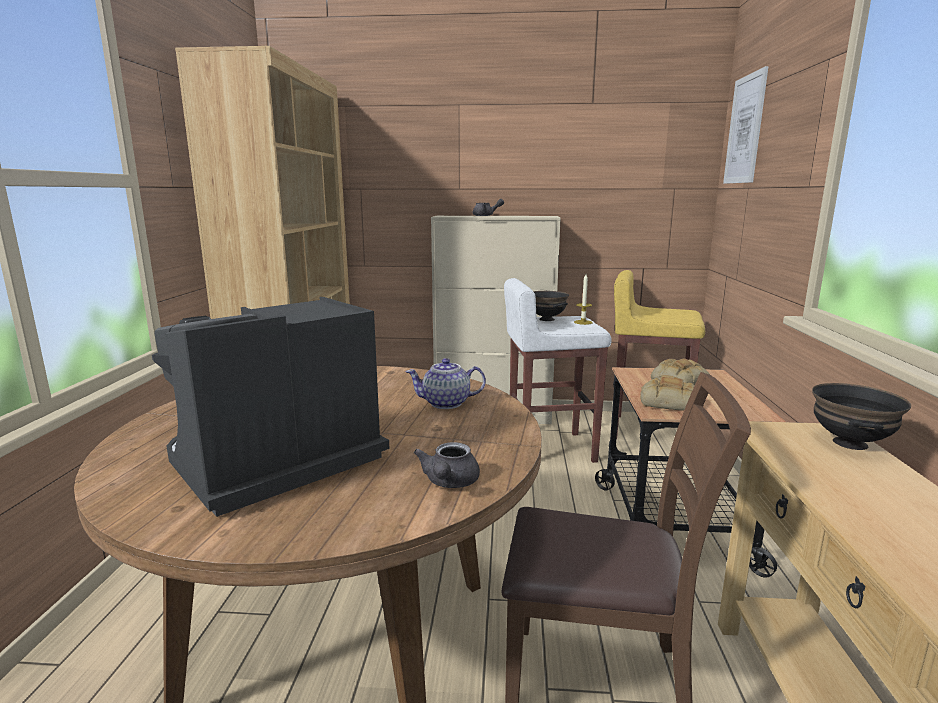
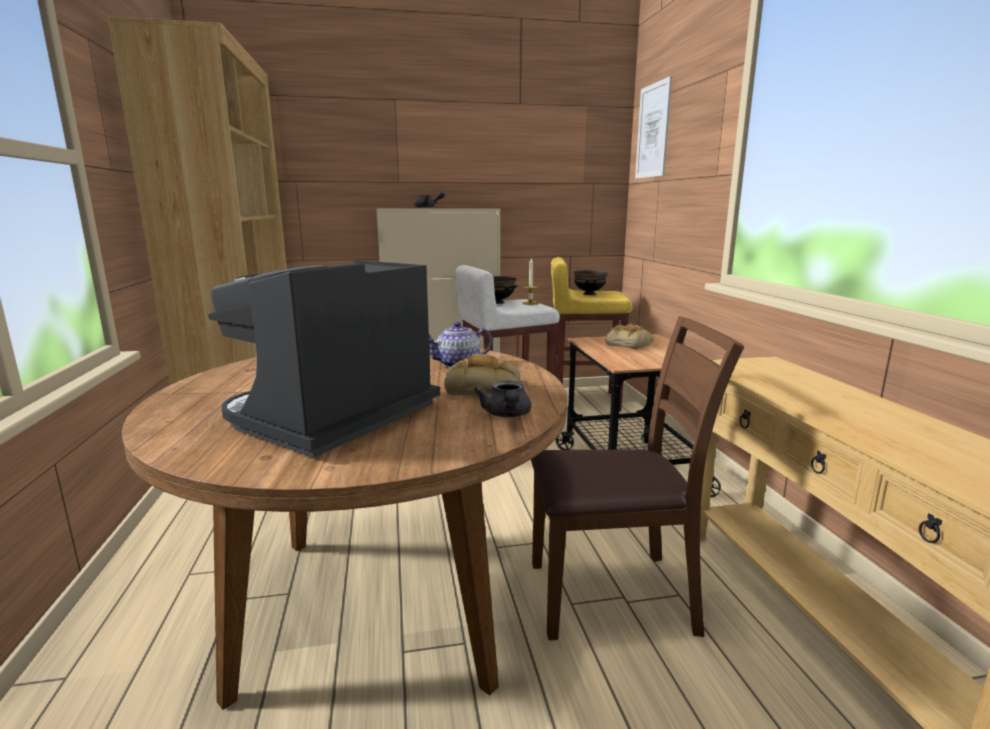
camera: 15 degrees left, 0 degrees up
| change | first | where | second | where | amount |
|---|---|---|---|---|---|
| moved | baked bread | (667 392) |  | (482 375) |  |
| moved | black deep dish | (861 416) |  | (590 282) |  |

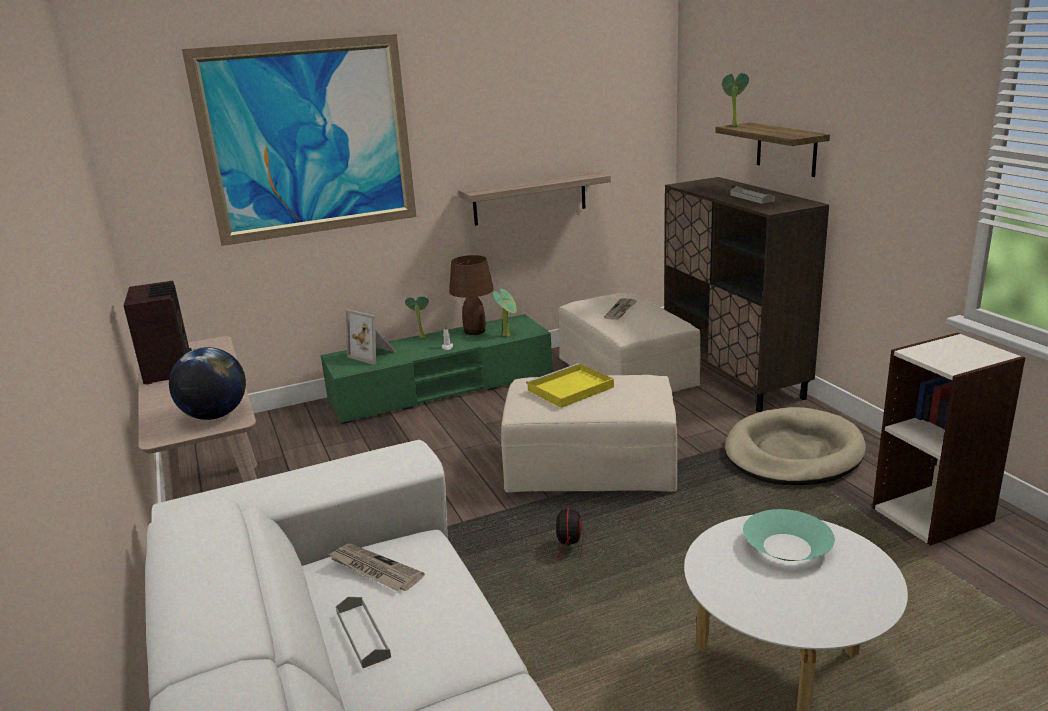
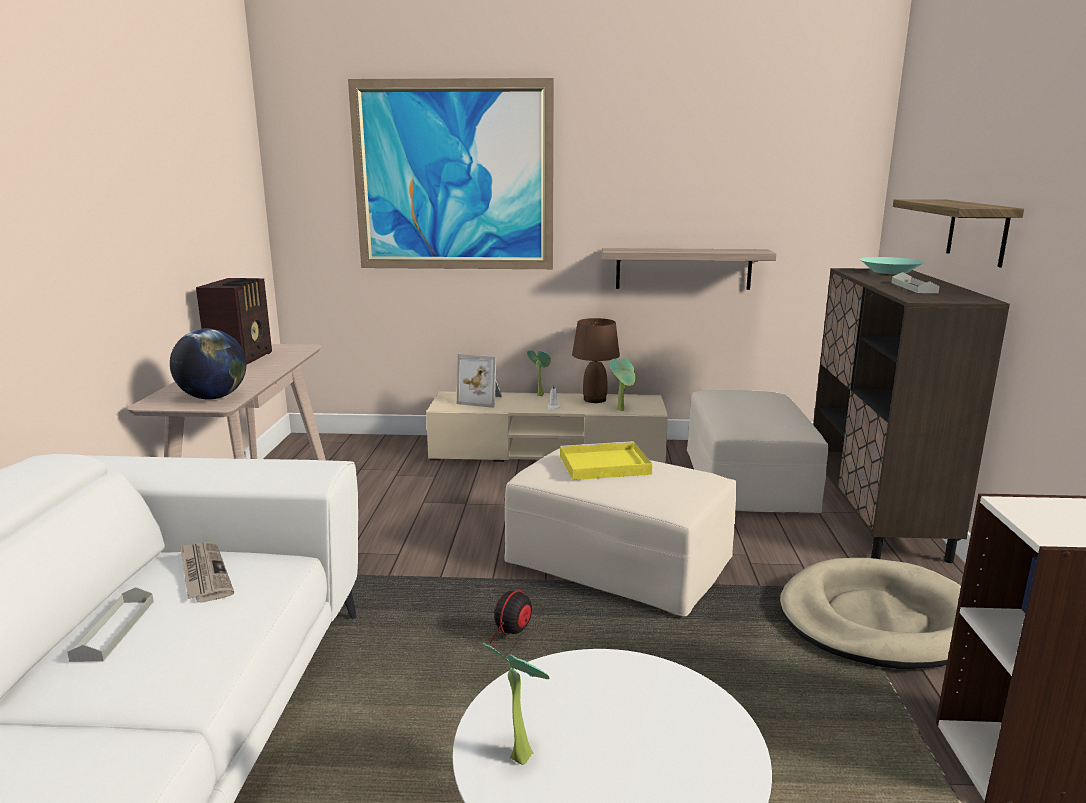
camera: 25 degrees right, 5 degrees down
| change | first | where | second | where | amount |
|---|---|---|---|---|---|
| moved | houseplant | (735 99) |  | (516 704) |  |
| removed | daily paper | (620 309) |  |  |  |
| turned | photo frame | (371 337) |  | (479 381) | 45 degrees counterclockwise |
| recoloured | green tv unit | (437 369) | beige tv unit | (547 427) |  |
| moved | turquoise-coloured deep dish | (789 535) |  | (892 265) |  |

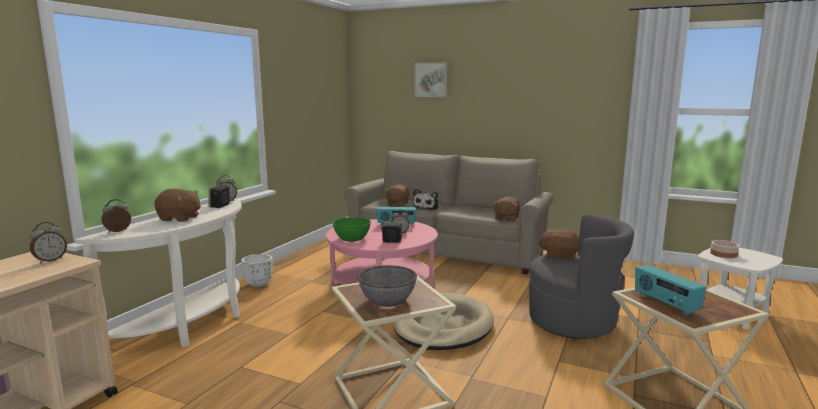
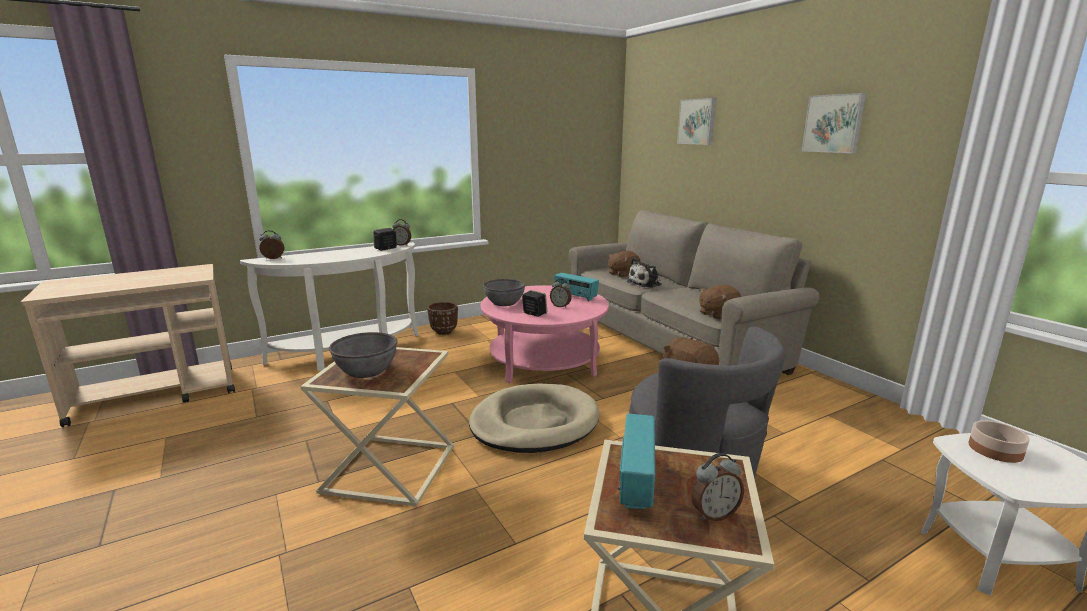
camera: 35 degrees right, 5 degrees up
| change | first | where | second | where | amount |
|---|---|---|---|---|---|
| removed | brown plush toy | (177 205) |  |  |  |
| recoloured | green deep dish | (351 229) | gray deep dish | (504 292) |  |
| moved | alarm clock | (48 242) |  | (717 487) |  |
| recoloured | whitish planter | (257 270) | brown planter | (442 318) |  |
| added |  |  | wall picture | (834 123) |  |

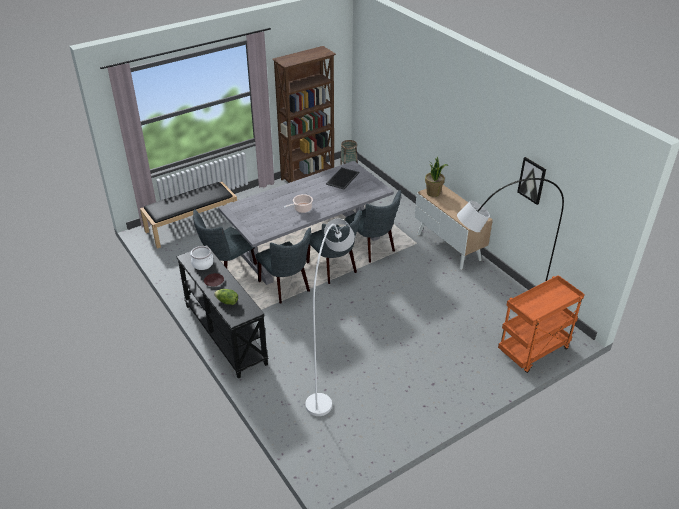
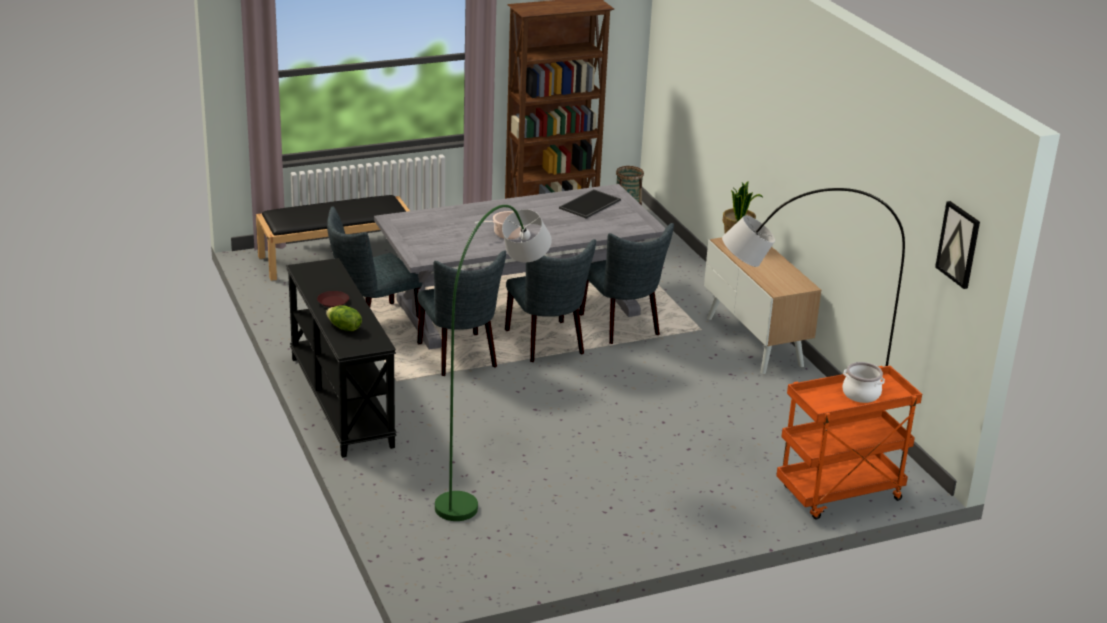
camera: 10 degrees right, 10 degrees down
| change | first | where | second | where | amount |
|---|---|---|---|---|---|
| moved | wall picture | (531 181) |  | (957 245) |  |
| recoloured | whitish floor lamp | (330 317) | green floor lamp | (493 363) |  |
| moved | cooking pot | (202 258) |  | (864 382) |  |

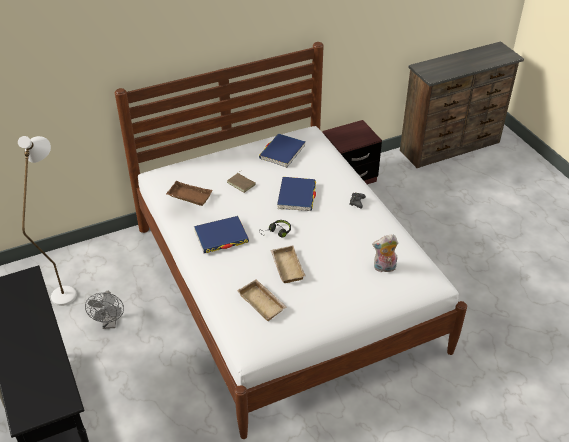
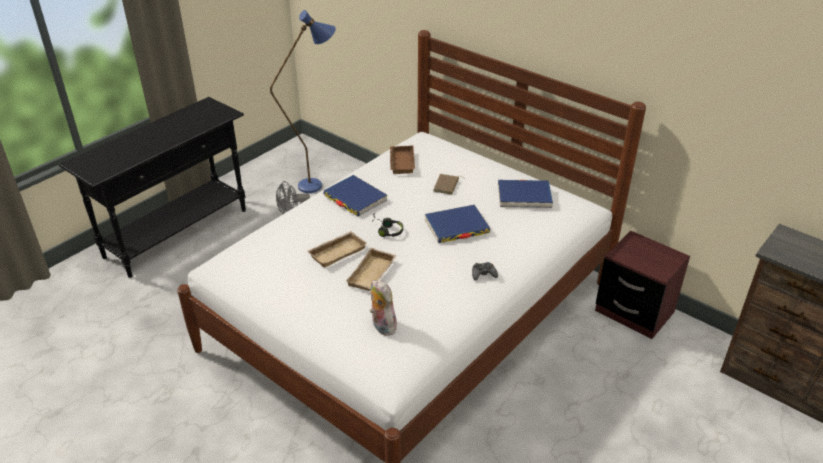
camera: 65 degrees right, 5 degrees down
| change | first | where | second | where | amount |
|---|---|---|---|---|---|
| recoloured | whitish floor lamp | (47 221) | bluish floor lamp | (303 101) |  |
| moved | beige serving tray | (262 300) |  | (371 269) |  |

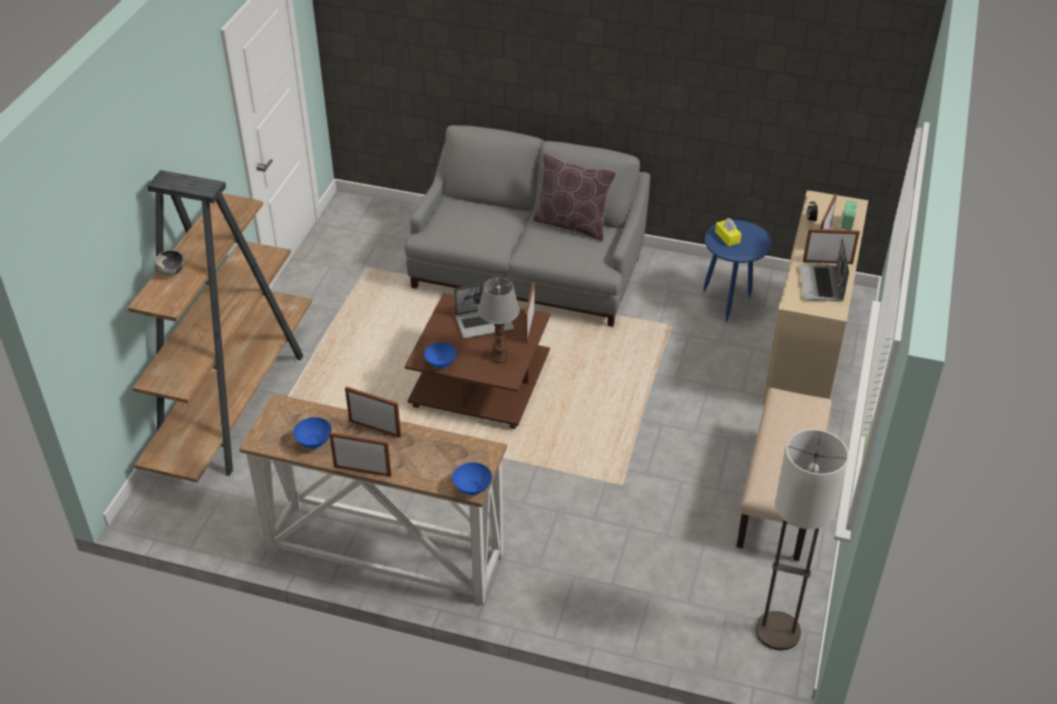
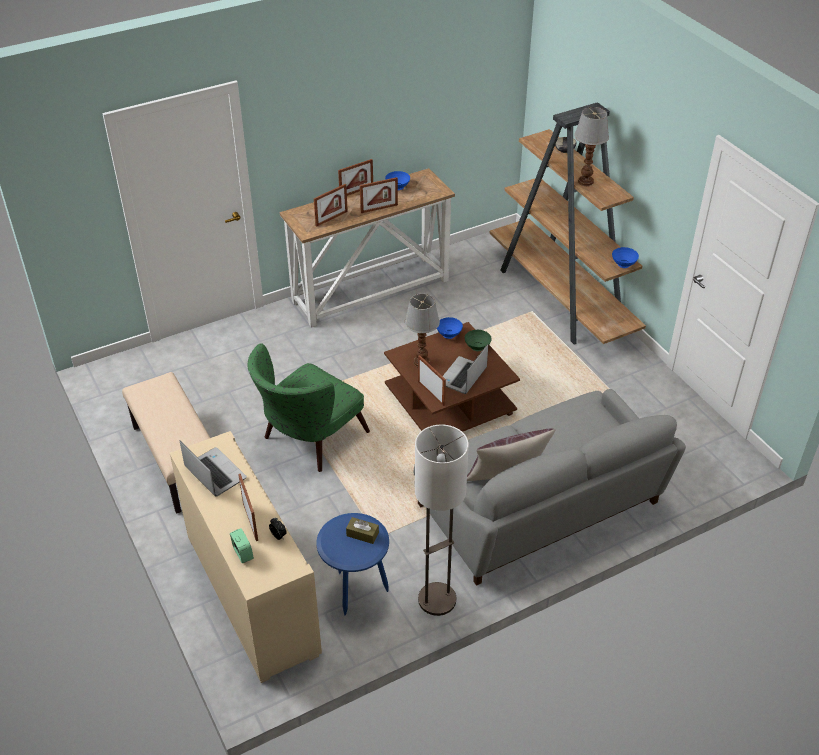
camera: 135 degrees right, 0 degrees up
| change | first | where | second | where | amount |
|---|---|---|---|---|---|
| recoloured | yellow box of tissues | (728 232) | brown box of tissues | (362 530) |  |
| moved | photo frame | (831 246) |  | (331 205) |  |
| moved | floor lamp | (802 539) |  | (442 520) |  |
| moved | bluish deep dish | (472 479) |  | (625 257) |  |
| added |  |  | tabletop lamp | (591 146) |  |
| added |  |  | green deep dish | (478 340) |  |
| added |  |  | green armchair | (309 407) |  |

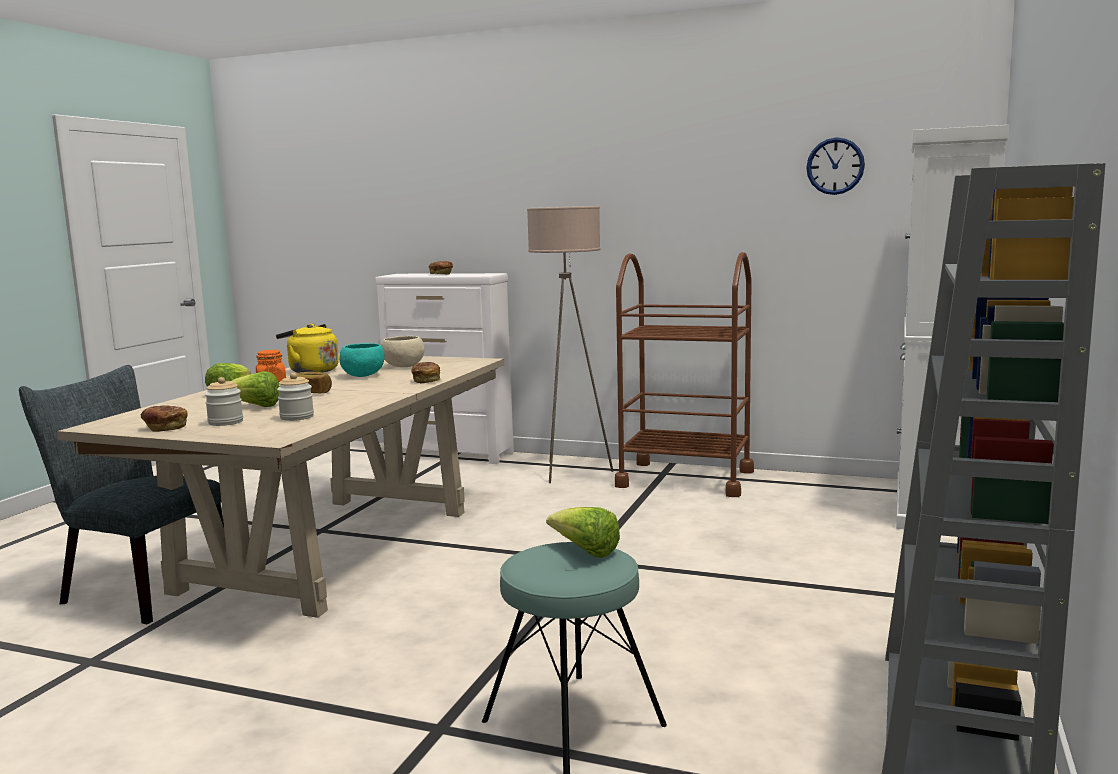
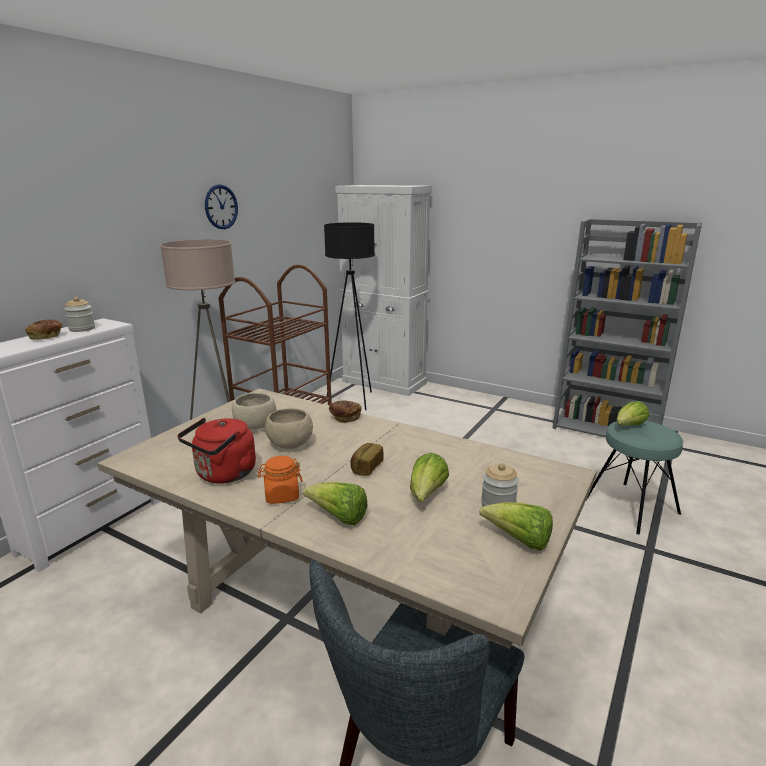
camera: 80 degrees left, 10 degrees up
| change | first | where | second | where | amount |
|---|---|---|---|---|---|
| moved | wall clock | (835 166) |  | (221 206) |  |
| recoloured | yellow water kettle | (307 348) | reddish water kettle | (216 451) |  |
| recoloured | turquoise-coloured deep dish | (362 360) | beige deep dish | (289 428) |  |
| moved | preserve jar | (295 397) |  | (79 314) |  |
| replaced | baked bread | (163 418) | lettuce | (516 526) |  |
| added |  |  | black floor lamp | (349 316) |  |

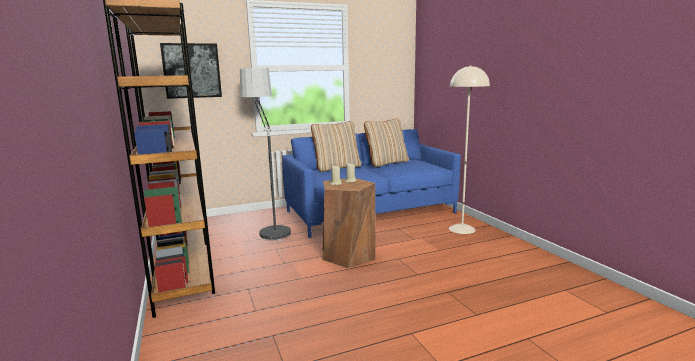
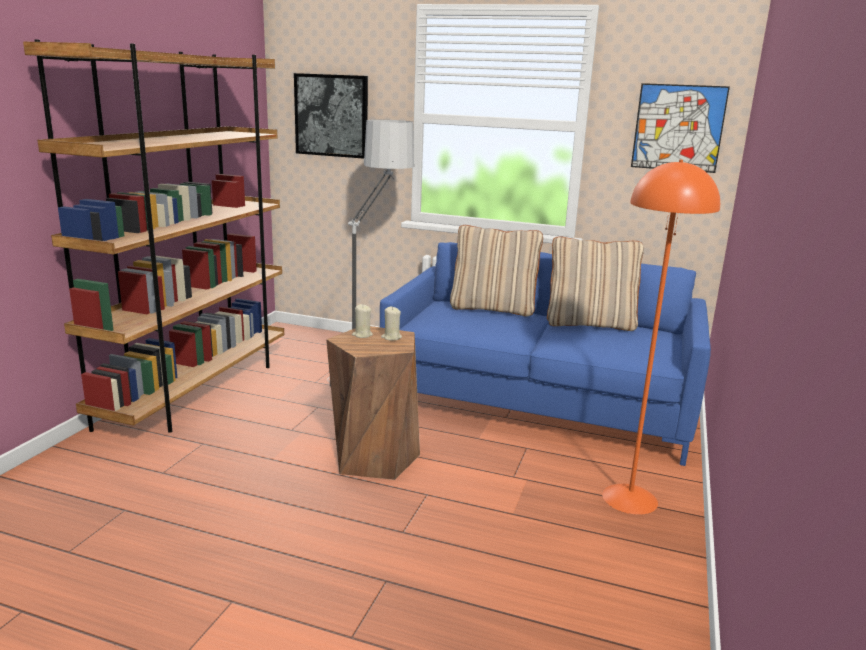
camera: 40 degrees right, 5 degrees up
| change | first | where | second | where | amount |
|---|---|---|---|---|---|
| recoloured | beige floor lamp | (469 149) | orange-coloured floor lamp | (661 337) |  |
| added |  |  | wall picture | (680 128) |  |

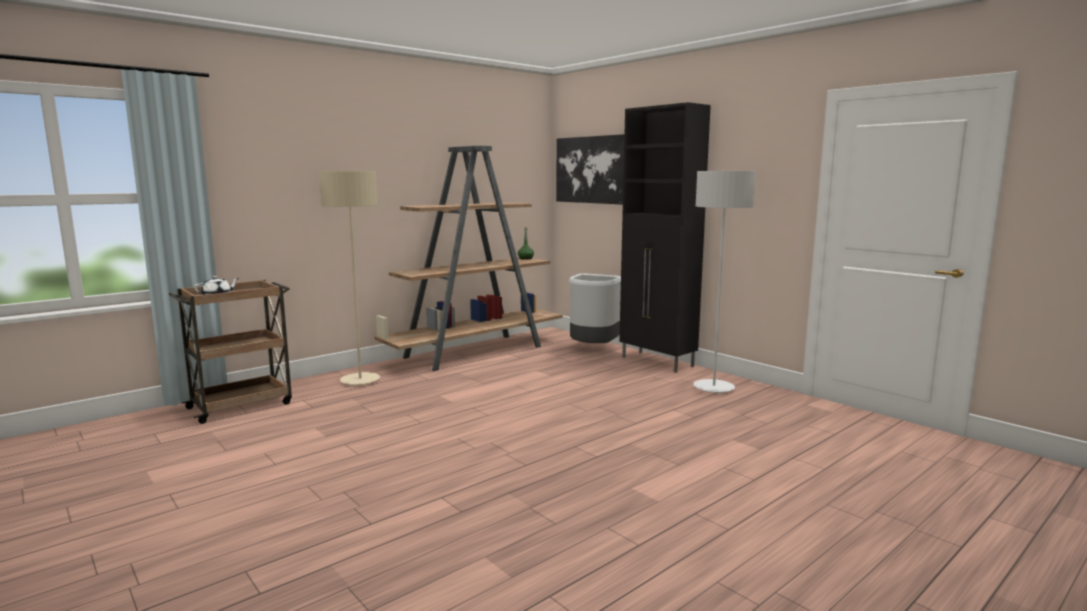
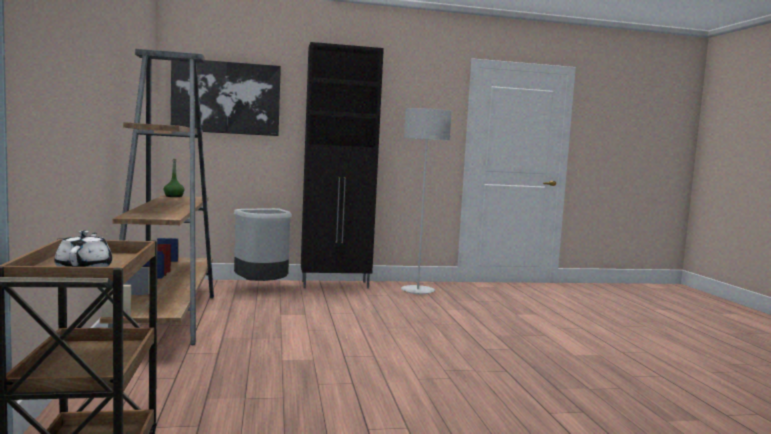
camera: 60 degrees left, 5 degrees down
| change | first | where | second | where | amount |
|---|---|---|---|---|---|
| removed | beige floor lamp | (349 278) |  |  |  |

